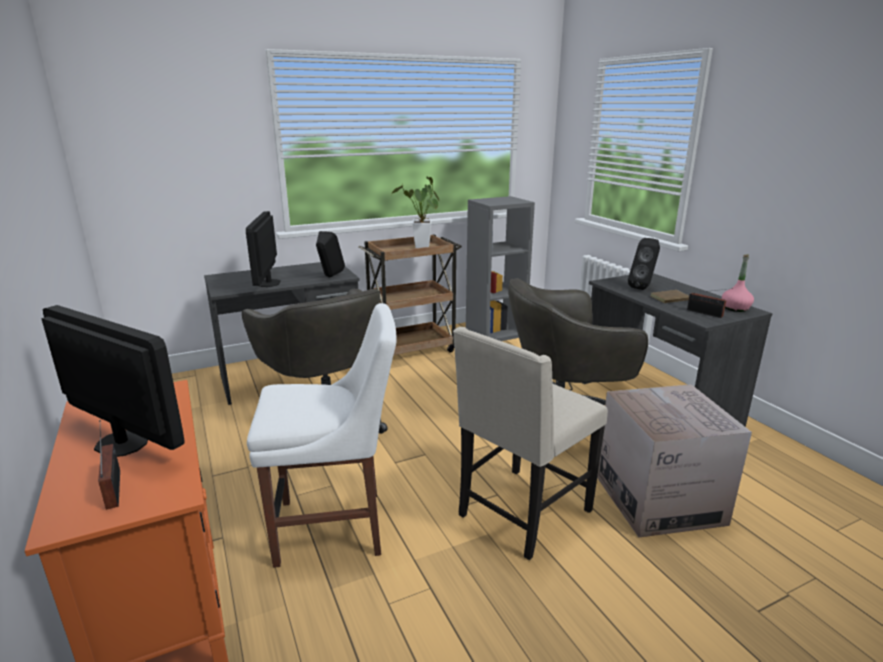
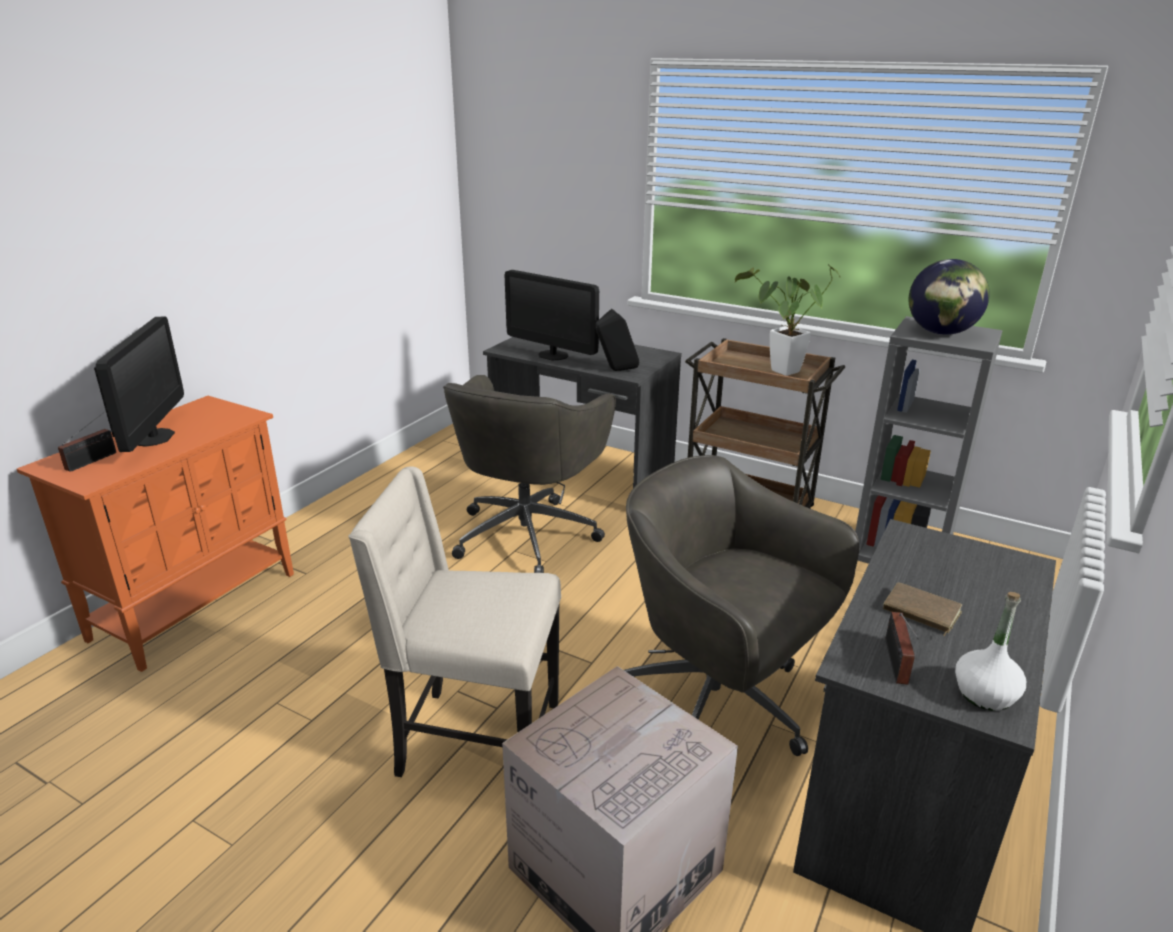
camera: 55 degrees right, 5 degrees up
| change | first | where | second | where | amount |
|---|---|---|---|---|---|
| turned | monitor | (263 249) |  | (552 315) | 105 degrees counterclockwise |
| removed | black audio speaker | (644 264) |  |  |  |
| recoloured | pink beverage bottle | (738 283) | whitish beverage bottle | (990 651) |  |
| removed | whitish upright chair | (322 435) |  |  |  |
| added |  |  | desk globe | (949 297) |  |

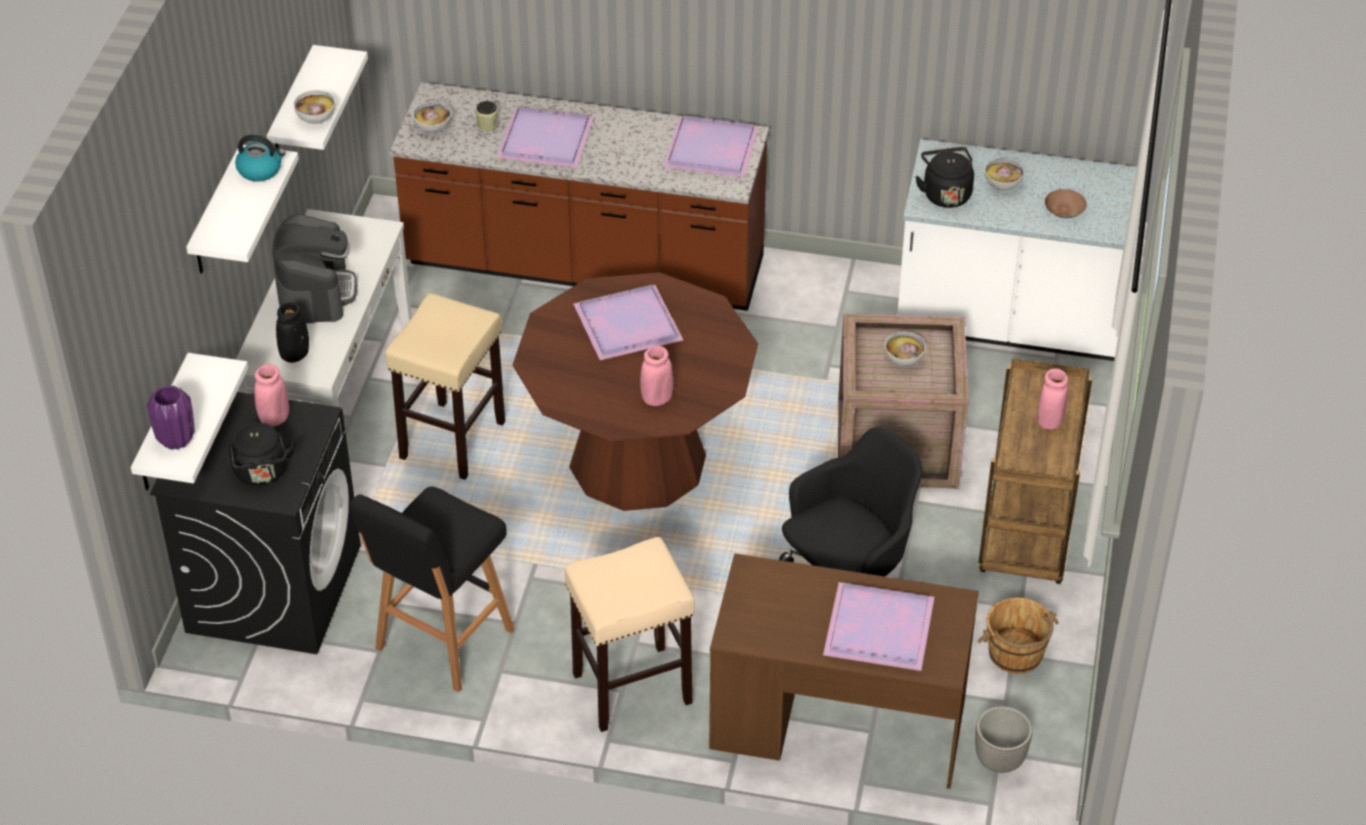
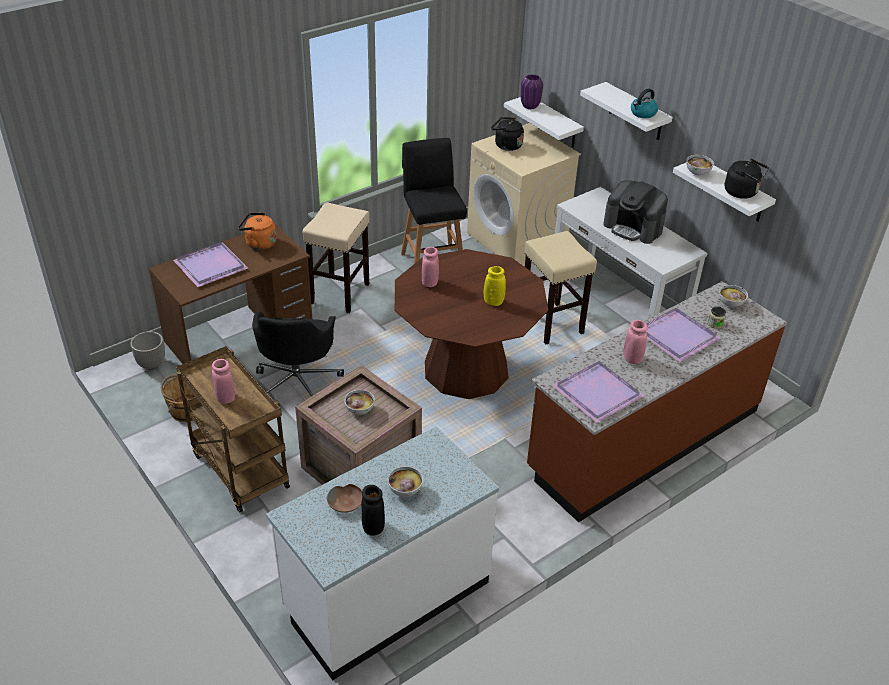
camera: 130 degrees right, 5 degrees down
| change | first | where | second | where | amount |
|---|---|---|---|---|---|
| moved | black water kettle | (945 177) |  | (747 179) |  |
| replaced | purple serving tray | (628 322) | yellow decorative vase | (495 286) |  |
| moved | black decorative vase | (292 332) |  | (373 510) |  |
| moved | pink decorative vase | (271 395) |  | (635 342) |  |
| recoloured | black washing machine | (255 523) | beige washing machine | (524 194) |  |
| added |  |  | orange-coloured water kettle | (257 231) |  |

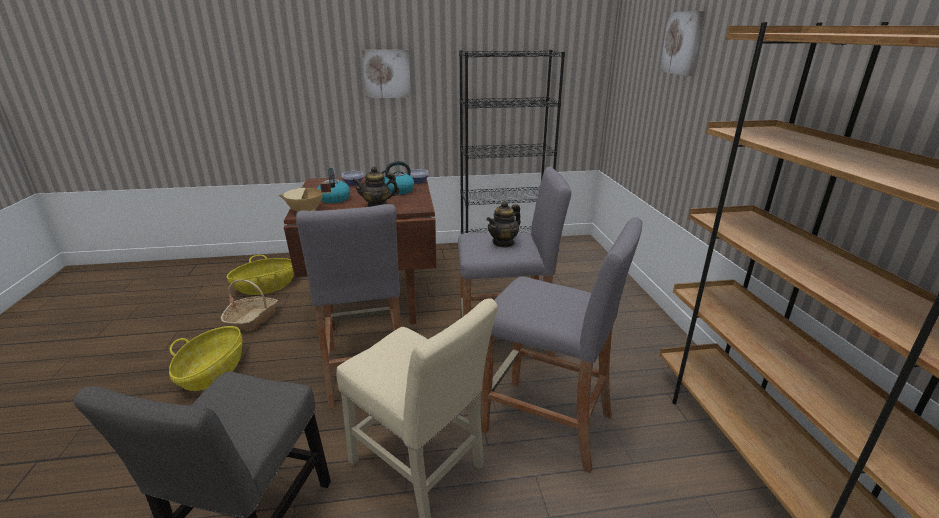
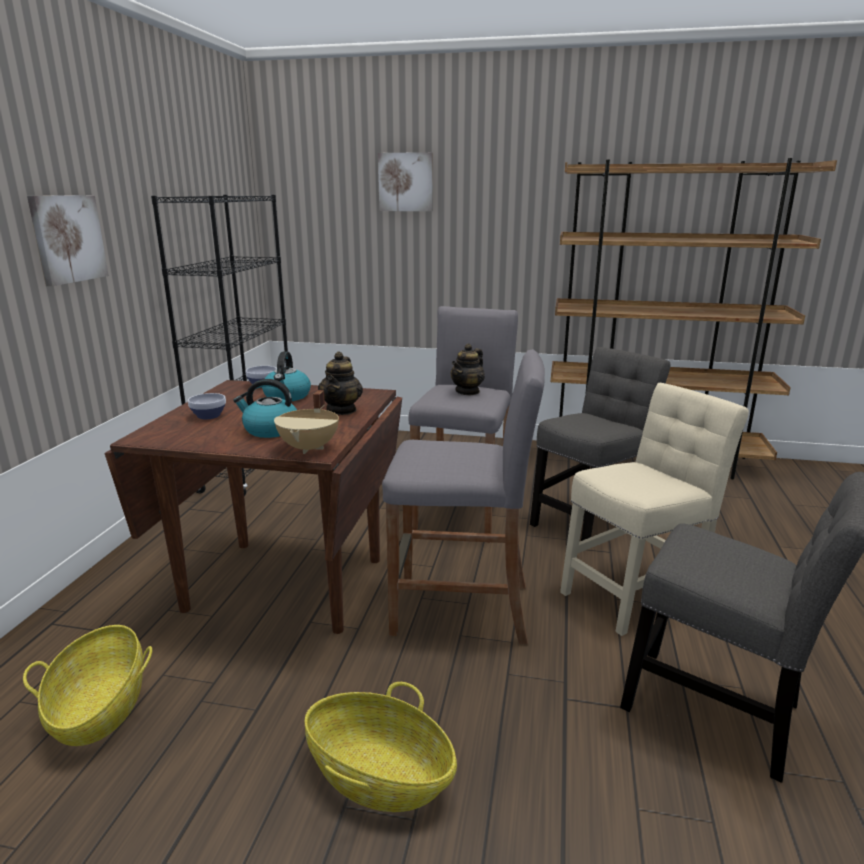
camera: 70 degrees left, 5 degrees down
| change | first | where | second | where | amount |
|---|---|---|---|---|---|
| turned | pot for tea | (504 224) |  | (468 369) | 60 degrees clockwise |
| replaced | gray stool | (562 345) | gray upright chair | (600 444) |  |
| removed | household basket | (249 305) |  |  |  |

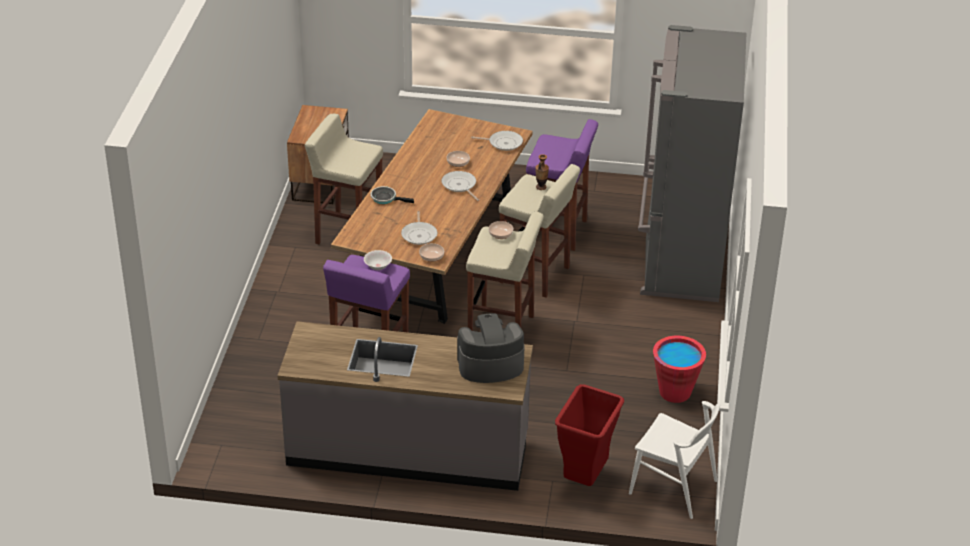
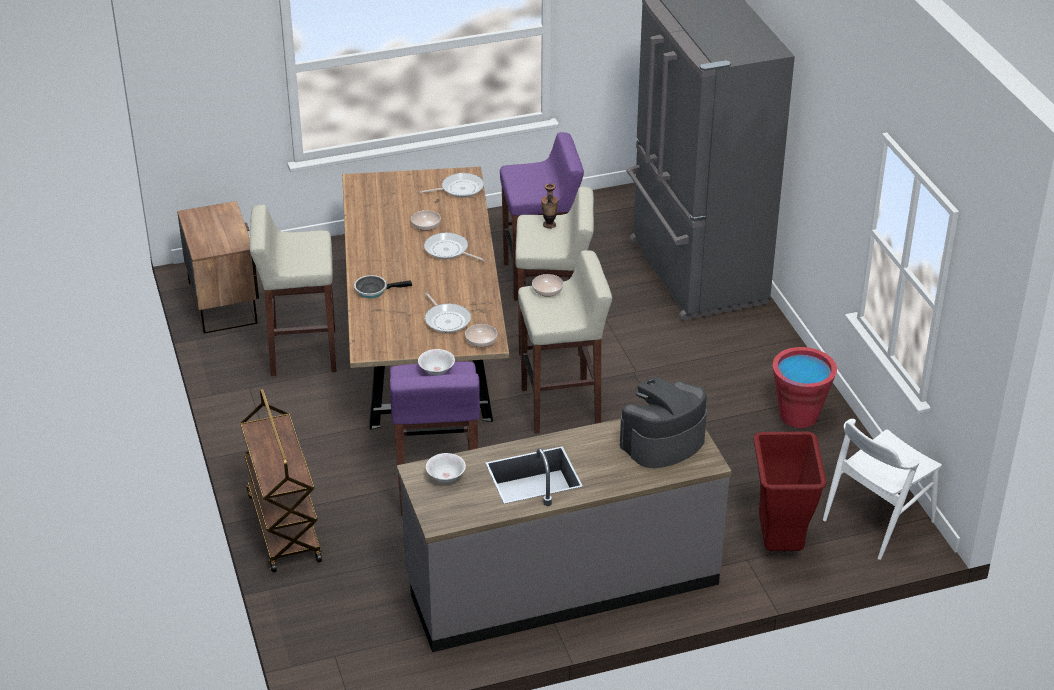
camera: 25 degrees left, 0 degrees up
| change | first | where | second | where | amount |
|---|---|---|---|---|---|
| turned | whitish upright chair | (674 460) |  | (882 489) | 135 degrees clockwise |
| added |  |  | brown cart | (281 480) |  |
| added |  |  | whitish deep dish | (446 468) |  |

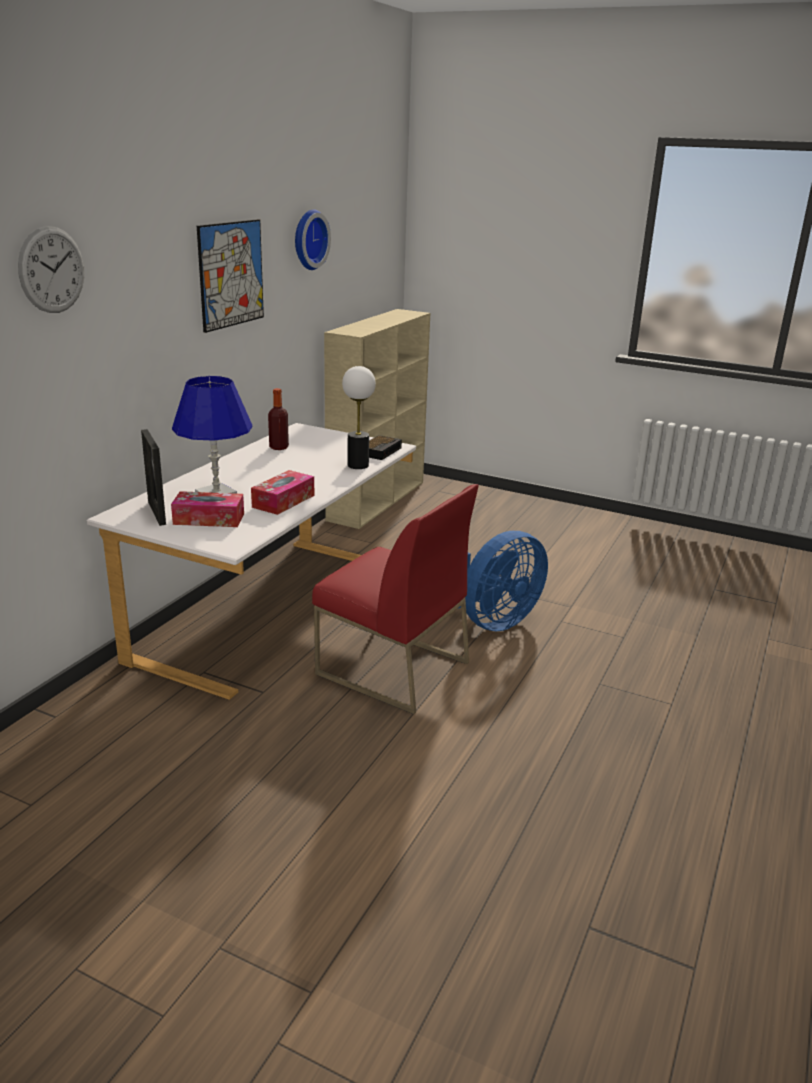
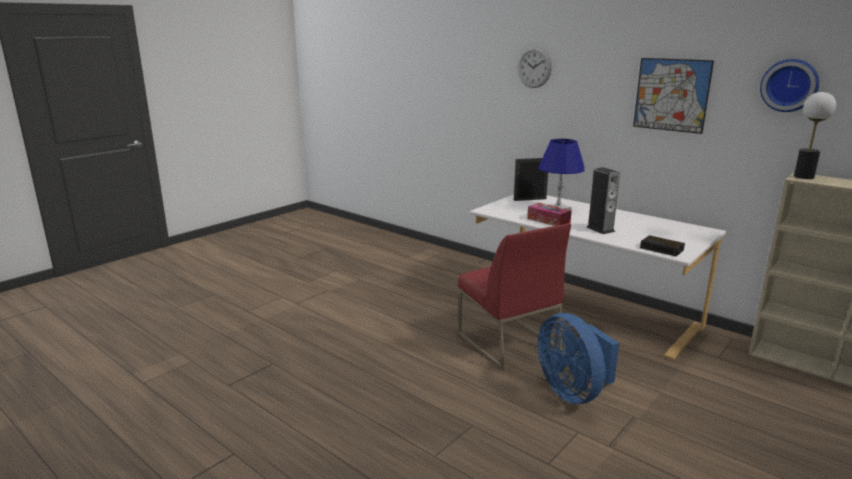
camera: 105 degrees right, 5 degrees down
| change | first | where | second | where | amount |
|---|---|---|---|---|---|
| moved | tabletop lamp | (359 417) |  | (815 135) |  |
| removed | beverage bottle | (278 419) |  |  |  |
| turned | reddish upright chair | (395 599) |  | (514 296) | 75 degrees counterclockwise |
| removed | box of tissues | (207 509) |  |  |  |
| added |  |  | audio speaker | (603 200) |  |

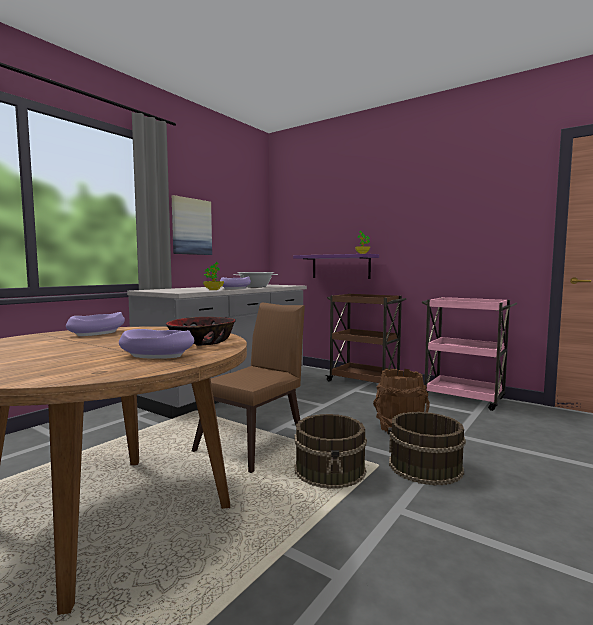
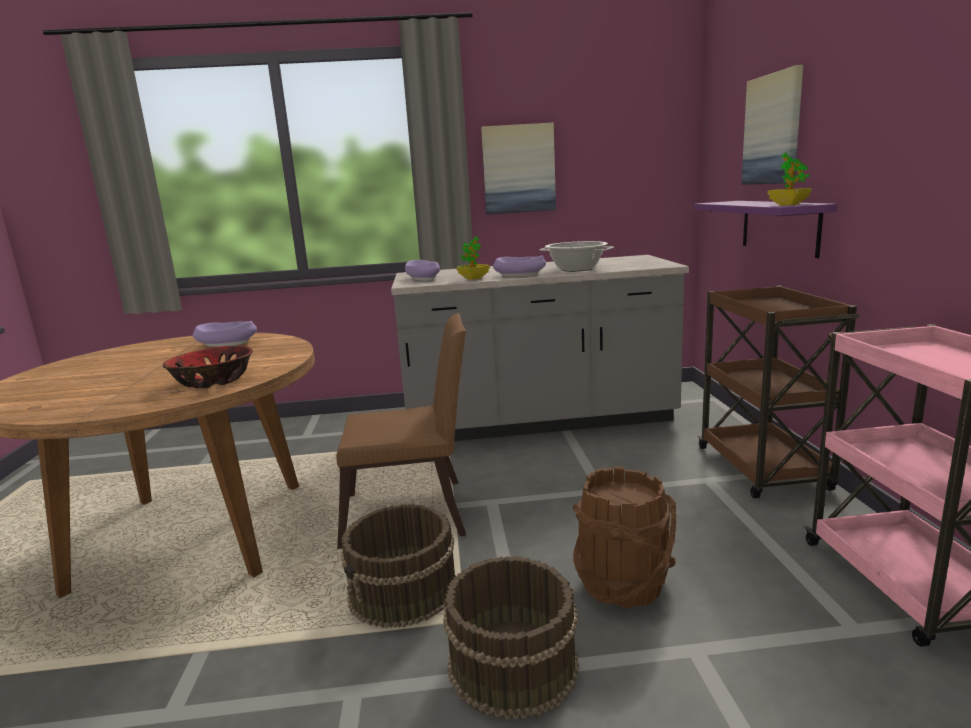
camera: 50 degrees right, 10 degrees up
| change | first | where | second | where | amount |
|---|---|---|---|---|---|
| moved | purple deep dish | (156 344) |  | (422 270) |  |
| added |  |  | wall picture | (772 125) |  |

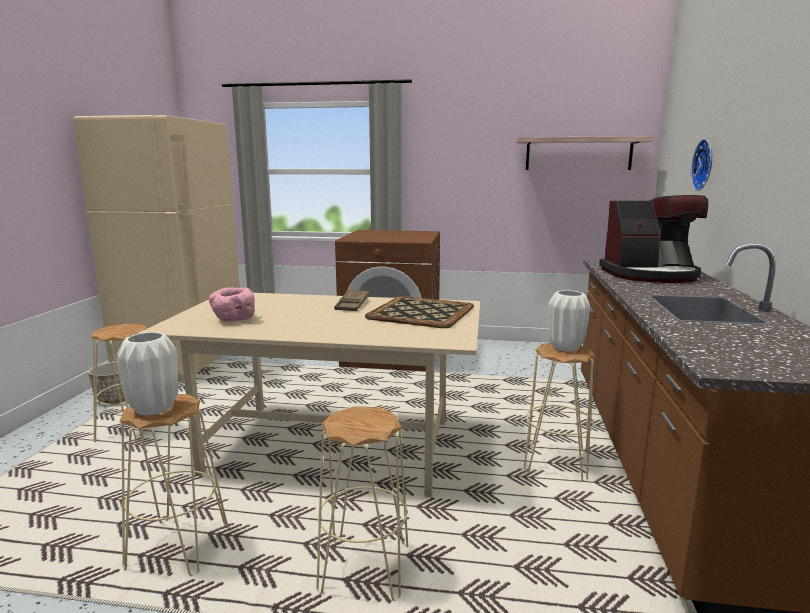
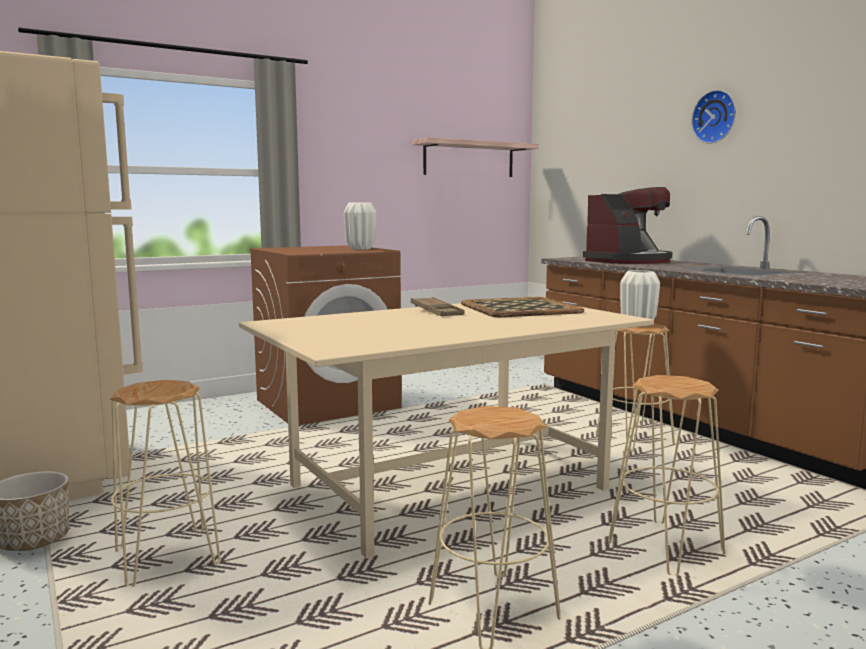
camera: 40 degrees left, 5 degrees down
| change | first | where | second | where | amount |
|---|---|---|---|---|---|
| moved | wall clock | (701 165) |  | (713 117) |  |
| removed | pink deep dish | (232 304) |  |  |  |
| moved | whitish decorative vase | (147 374) |  | (360 226) |  |

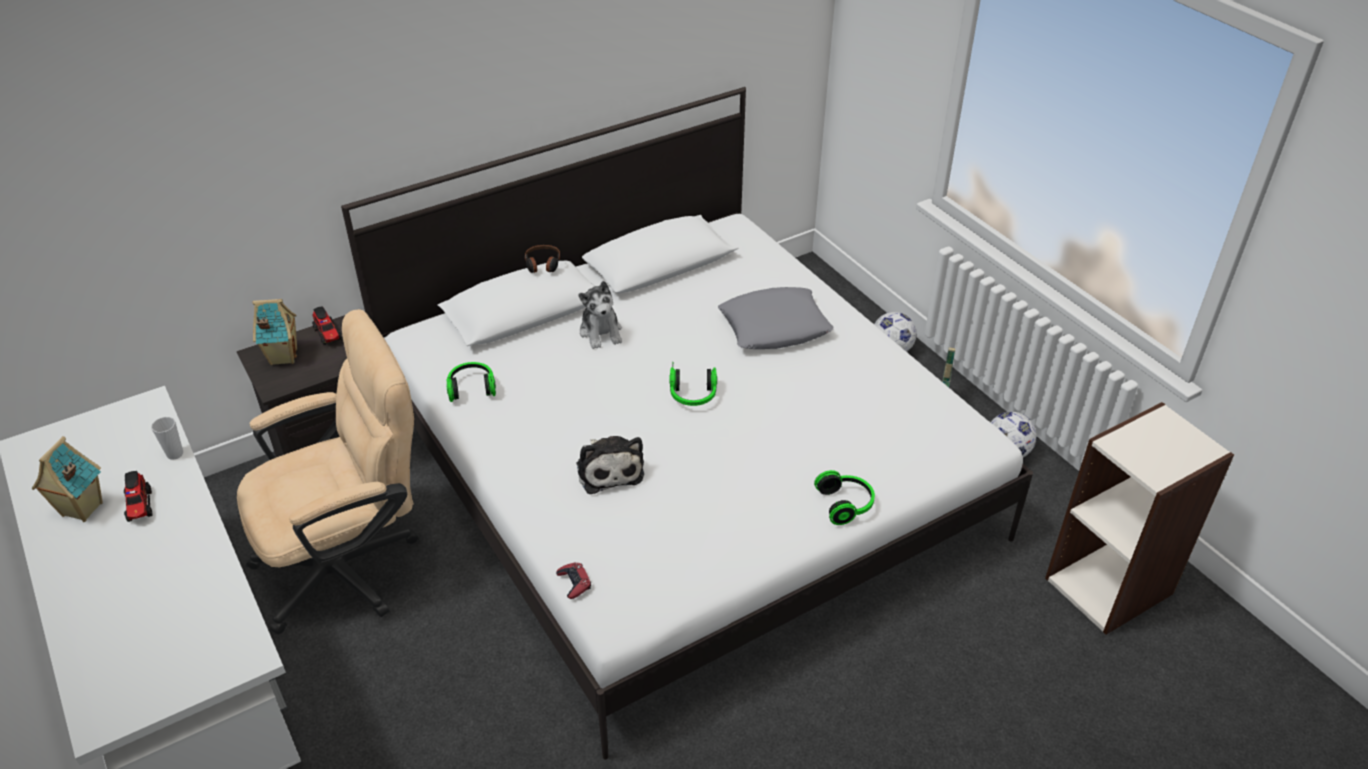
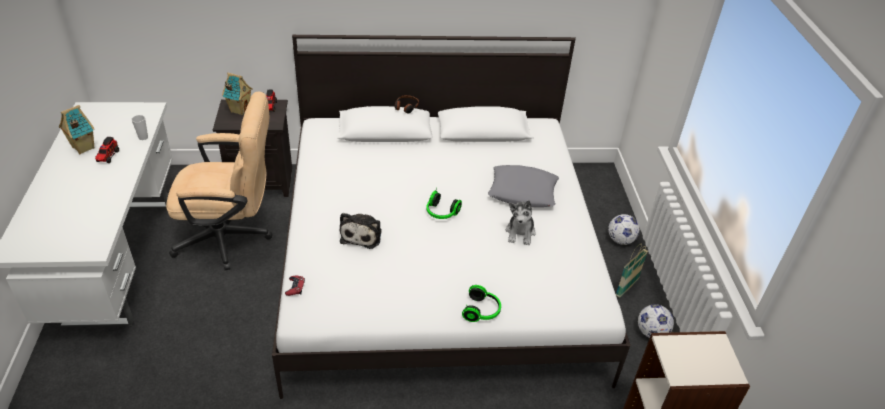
camera: 25 degrees right, 0 degrees up
| change | first | where | second | where | amount |
|---|---|---|---|---|---|
| moved | plush toy | (600 315) |  | (521 222) |  |
| removed | headphones | (471 382) |  |  |  |

